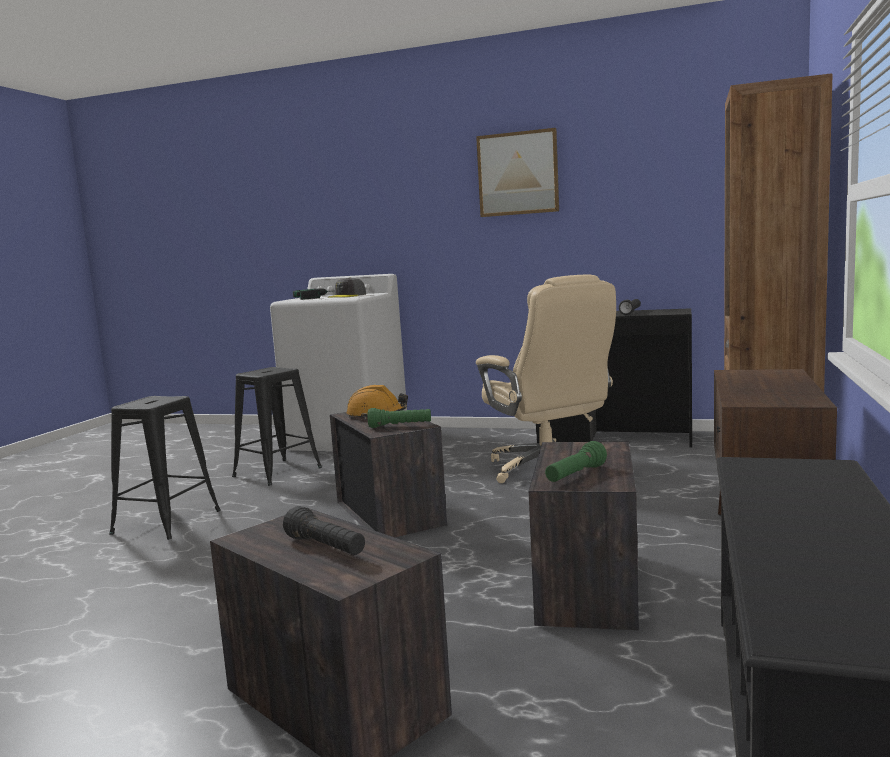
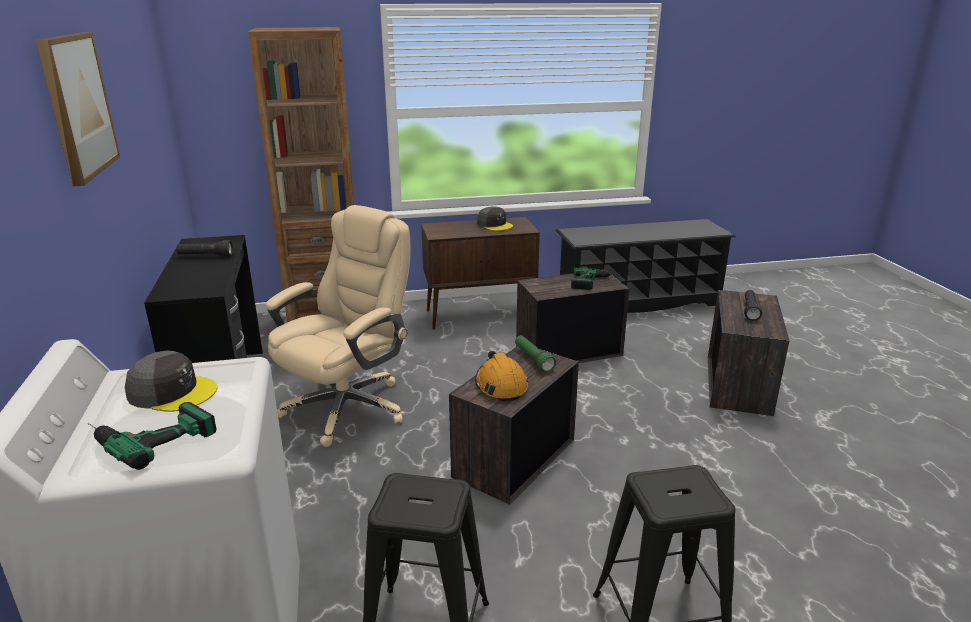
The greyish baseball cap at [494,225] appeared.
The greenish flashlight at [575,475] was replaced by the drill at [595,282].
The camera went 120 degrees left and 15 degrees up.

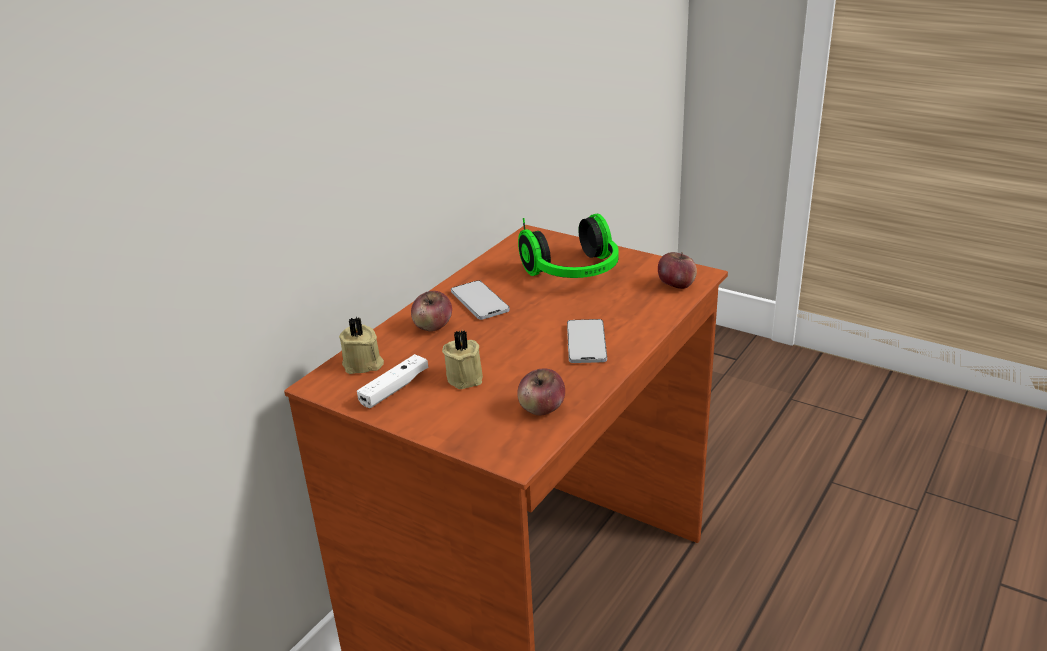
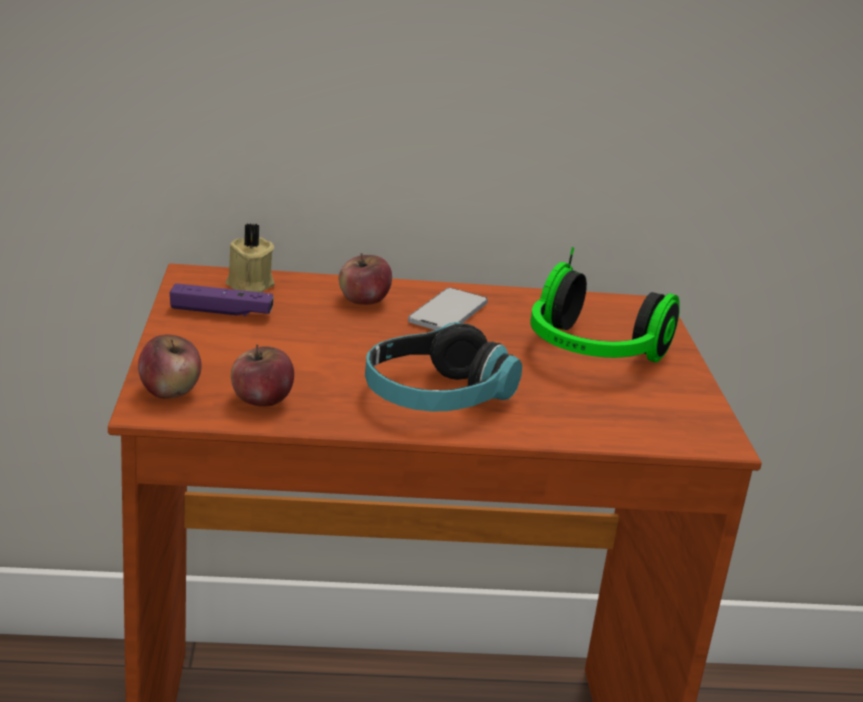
The apple moved from [676,285] to [170,391].
The whitish joypad at [394,388] became the purplish joypad at [221,312].
The handset at [586,342] was replaced by the pair of headphones at [435,396].
The beige candle at [466,377] disappeared.
The camera went 50 degrees right and 5 degrees down.

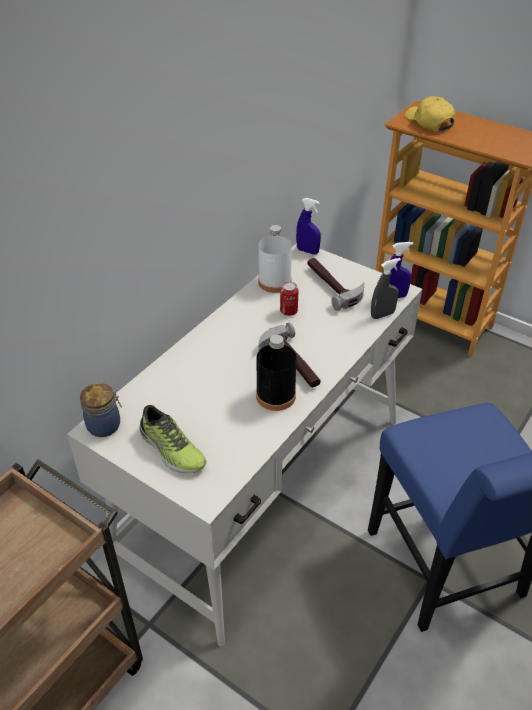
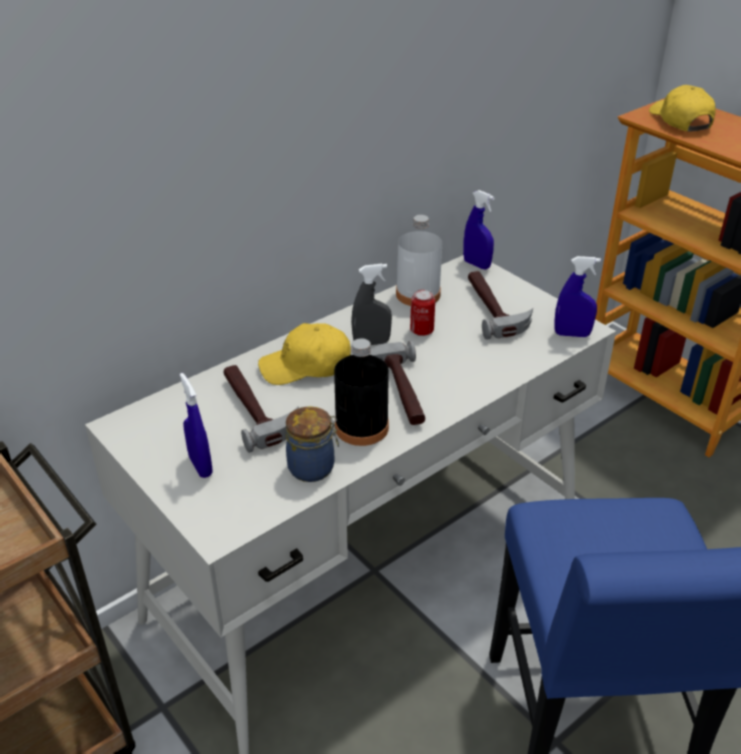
The shoe at [171,449] was replaced by the bluish hand sprayer at [200,466].
The hammer at [257,411] appeared.
The yellowish baseball cap at [306,366] appeared.
The storage jar moved from [105,425] to [313,467].
The greyish hand sprayer moved from [382,315] to [371,343].
The camera went 15 degrees right and 5 degrees down.

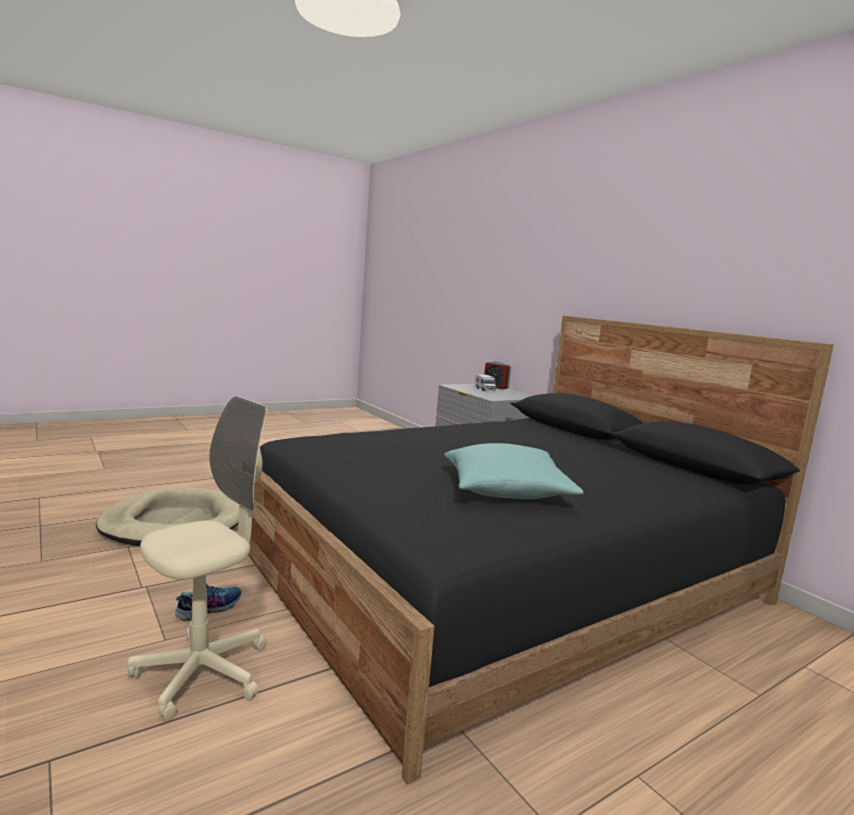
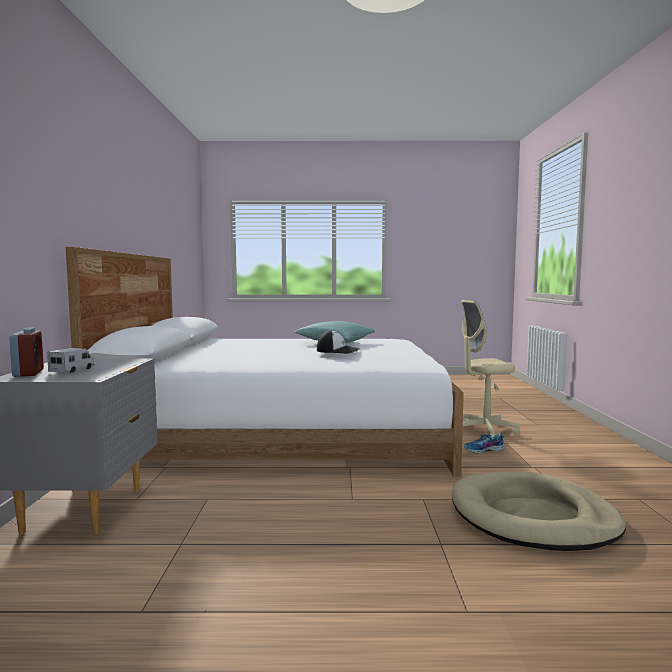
The blackish bedroom bed at [507,578] became the whitish bedroom bed at [283,433].
The baseball cap at [338,351] appeared.
The camera went 145 degrees left and 5 degrees down.

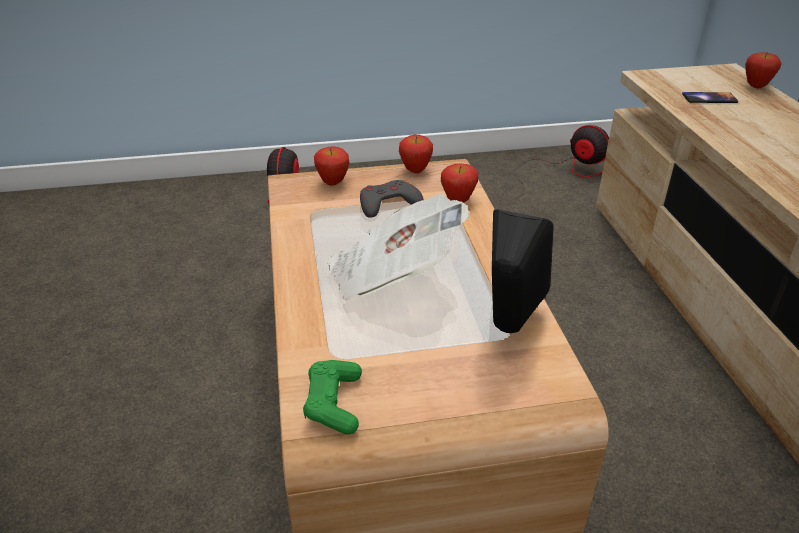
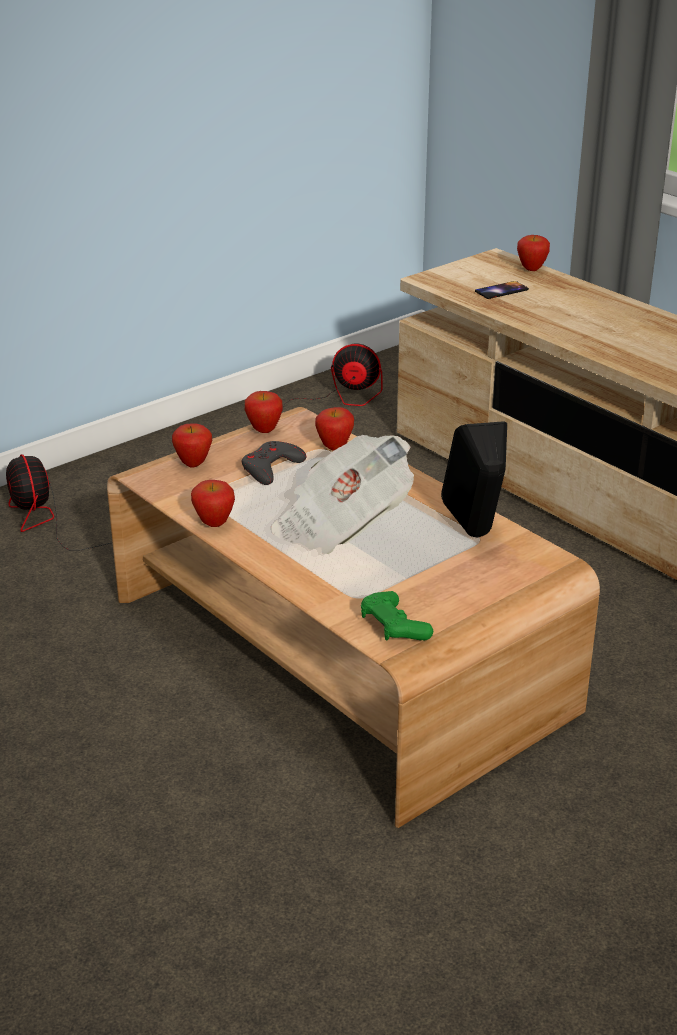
The apple at [214,524] appeared.
The camera went 30 degrees left and 5 degrees down.

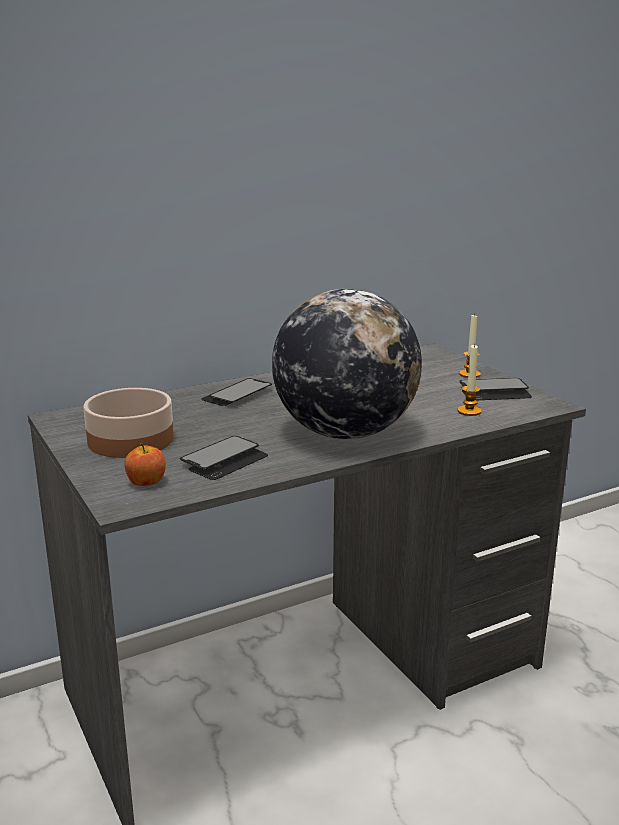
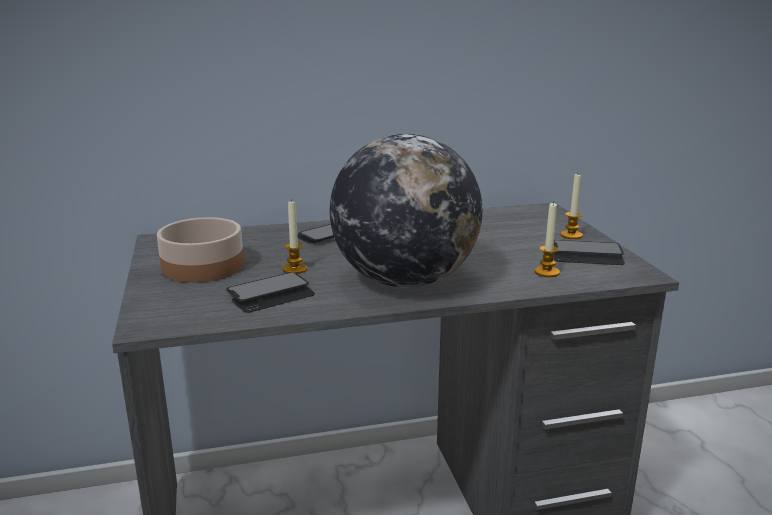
The candle at [295,269] appeared.
The apple at [146,482] disappeared.
The camera went 15 degrees right and 0 degrees up.

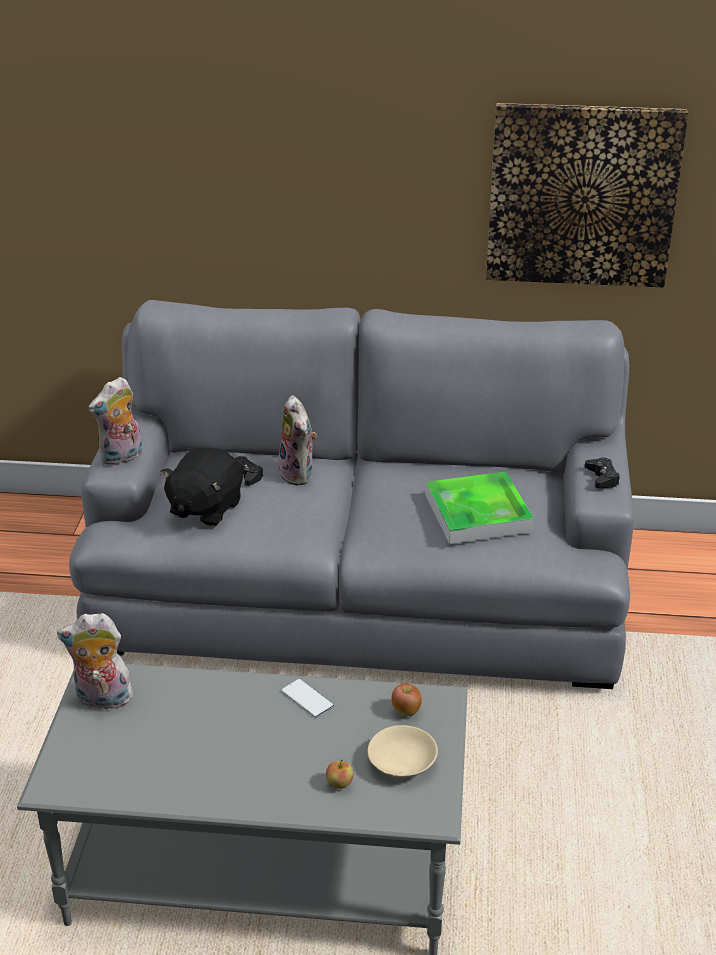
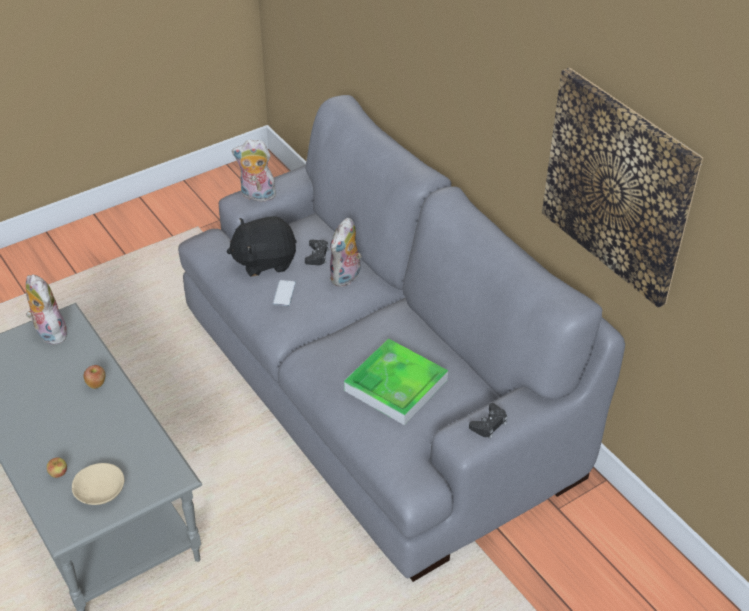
The apple moved from [406,711] to [96,384].
The handset moved from [307,698] to [284,293].
The camera went 50 degrees right and 10 degrees up.

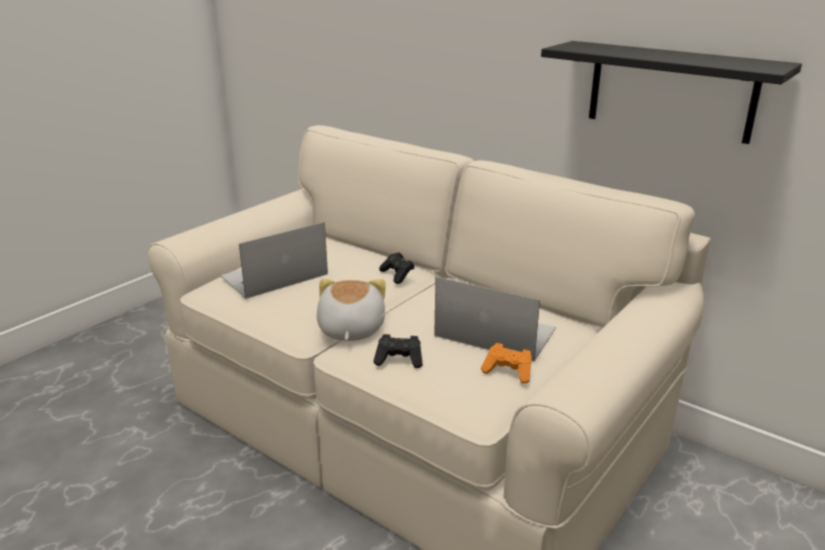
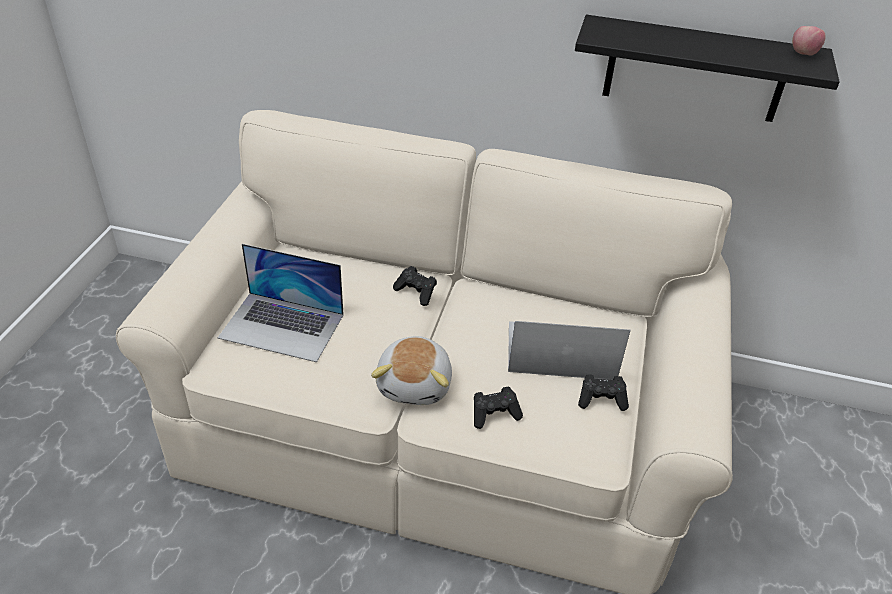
The laptop at [274,275] turned 105 degrees counterclockwise.
The soft toy at [350,330] turned 150 degrees counterclockwise.
The orange-coloured joypad at [508,372] became the blackish joypad at [601,399].
The apple at [803,54] appeared.
The camera went 25 degrees left and 15 degrees up.

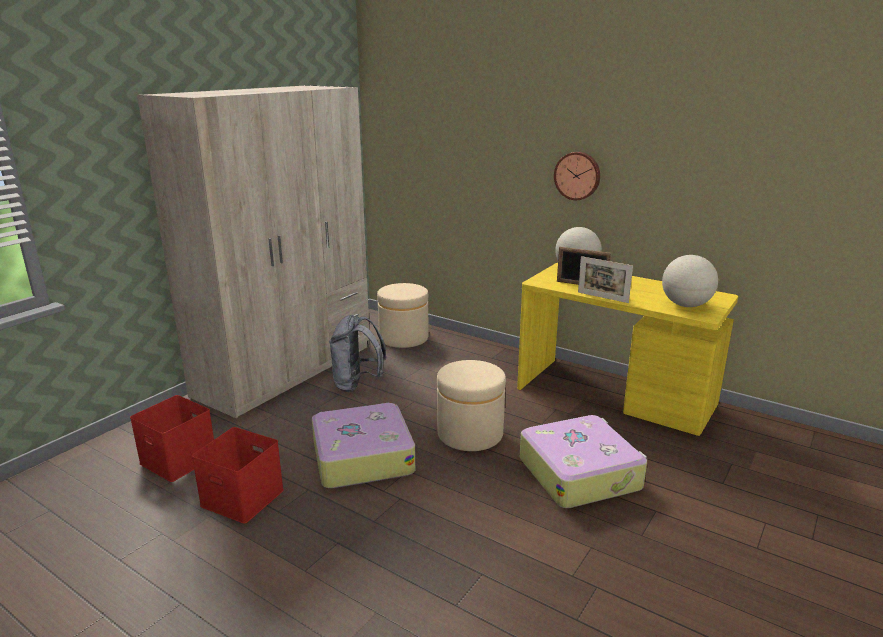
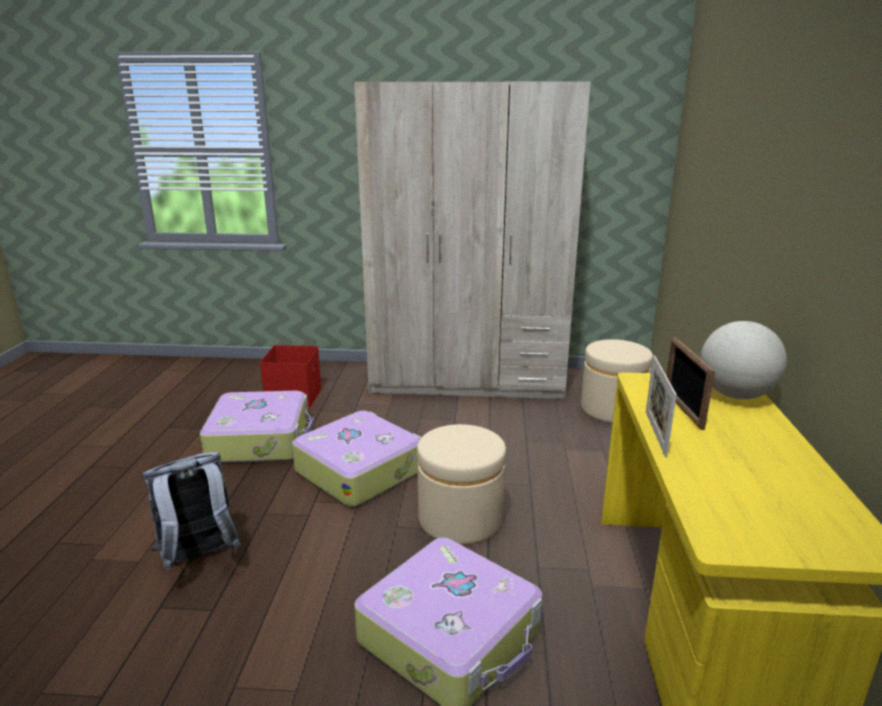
The greyish rucksack moved from [357,384] to [199,559].
The red-coloured storage container at [240,498] was replaced by the suitcase at [260,439].
The clock on the wall at [577,175] disappeared.
The world globe at [685,305] disappeared.
The camera went 60 degrees right and 0 degrees up.

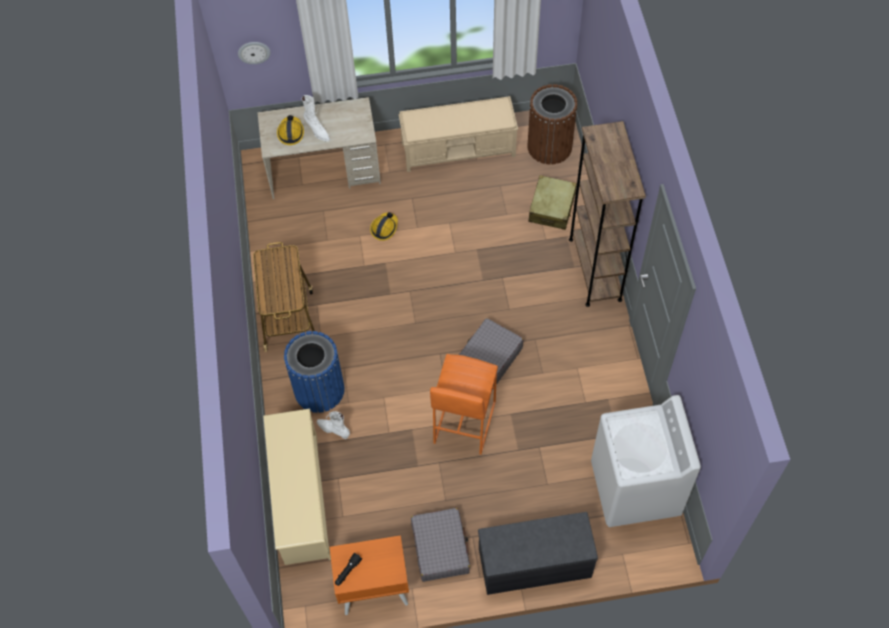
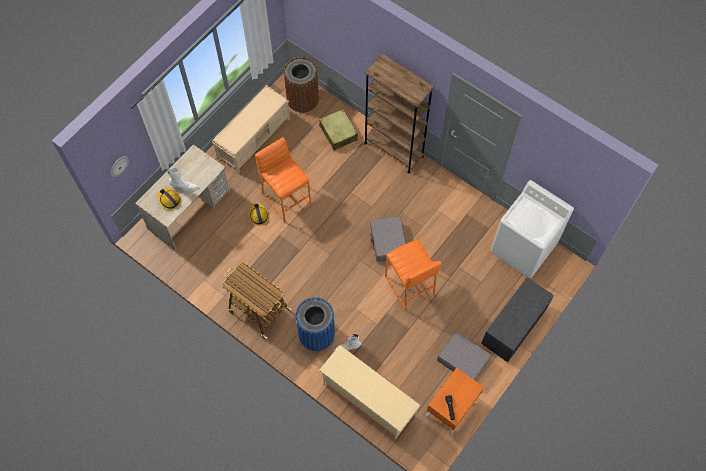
The orange-coloured stool seat at [287,198] appeared.
The camera went 45 degrees left and 5 degrees up.

